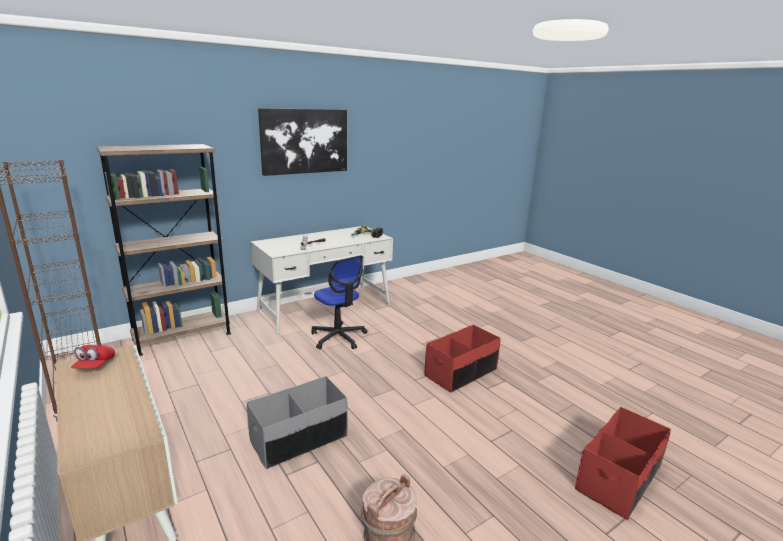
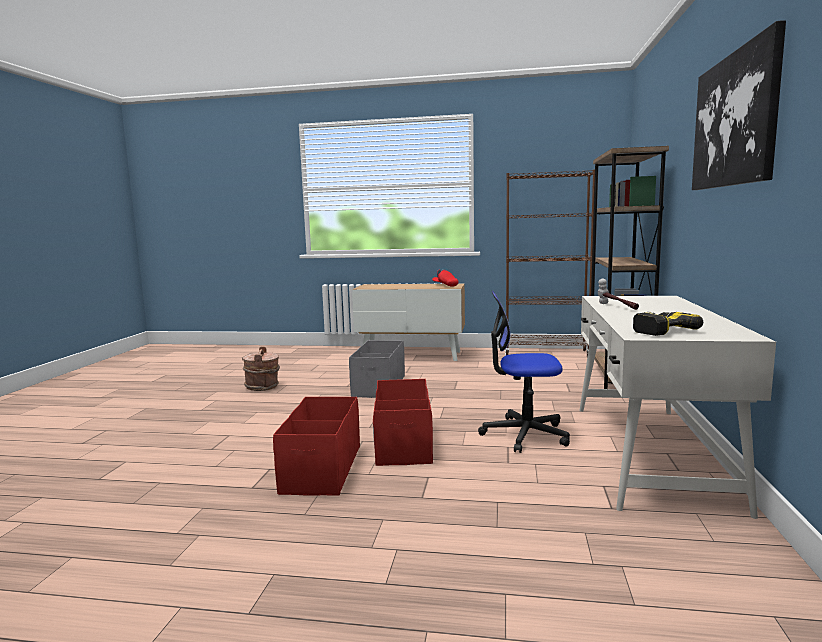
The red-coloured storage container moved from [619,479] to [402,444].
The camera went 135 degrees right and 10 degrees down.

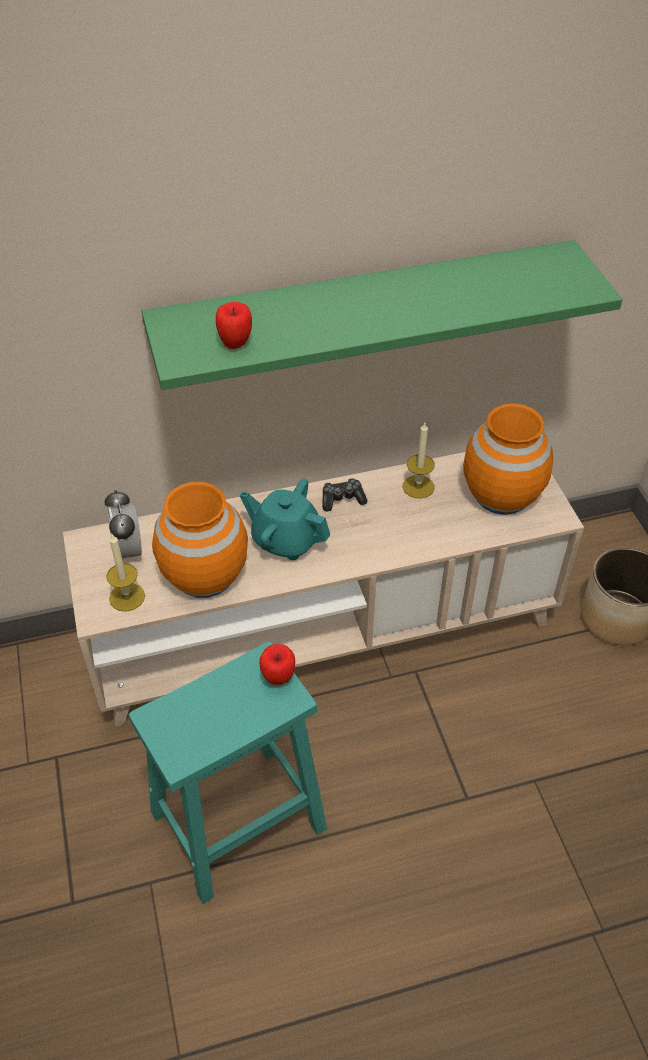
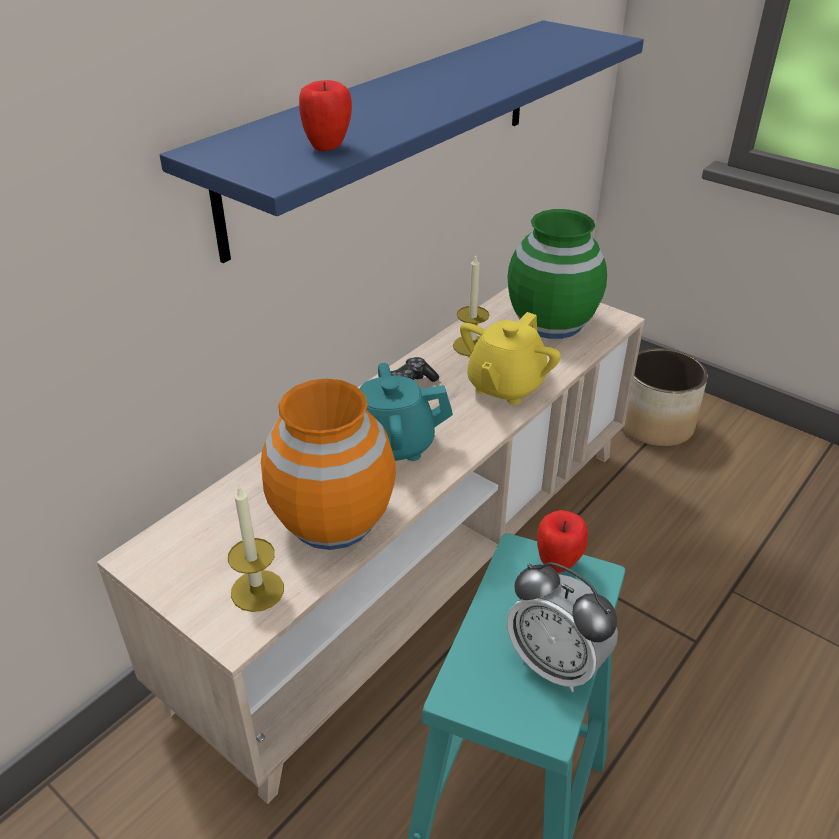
The greenish wall shelf at [365,311] became the bluish wall shelf at [390,129].
The yellowish pot for tea at [505,386] appeared.
The orange-coloured decorative vase at [501,495] became the greenish decorative vase at [551,323].
The alarm clock moved from [128,550] to [555,664].
The camera went 35 degrees left and 10 degrees down.

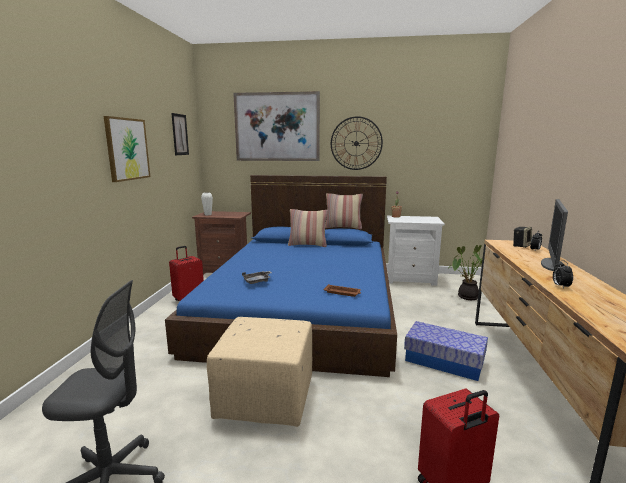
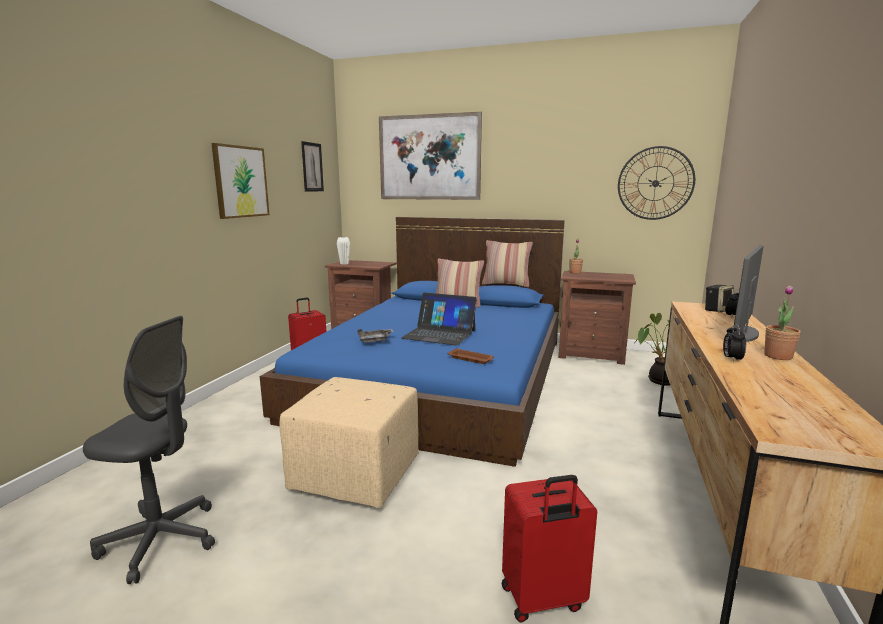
The laptop at [439,334] appeared.
The whitish nightstand at [410,278] became the brown-coloured nightstand at [592,354].
The clock on the wall moved from [356,143] to [655,183].
The plant in a pot at [778,356] appeared.
The storage container at [444,361] disappeared.
The camera went 10 degrees right and 0 degrees up.

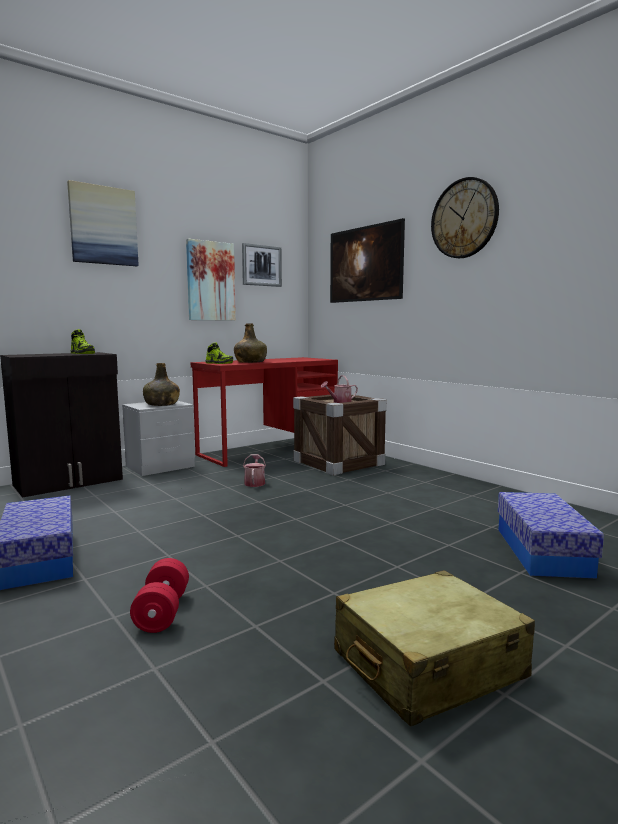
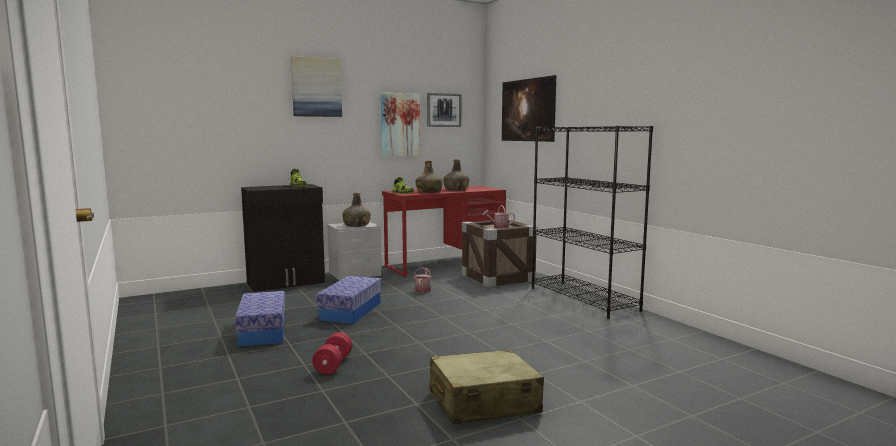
The storage container moved from [542,551] to [351,311].
The greenish beverage bottle at [456,190] appeared.
The blackish shelving unit at [584,299] appeared.
The clock on the wall at [464,218] disappeared.
The camera went 10 degrees right and 0 degrees up.

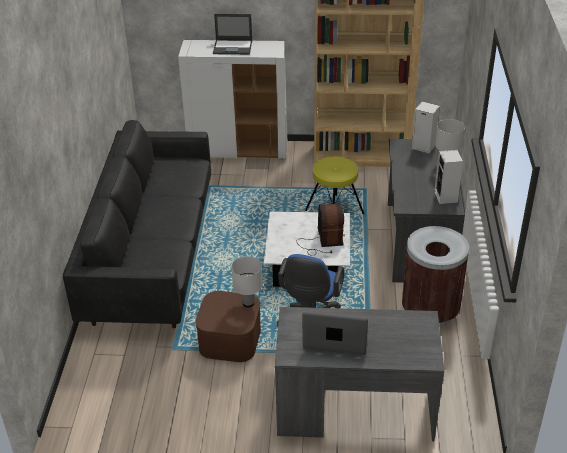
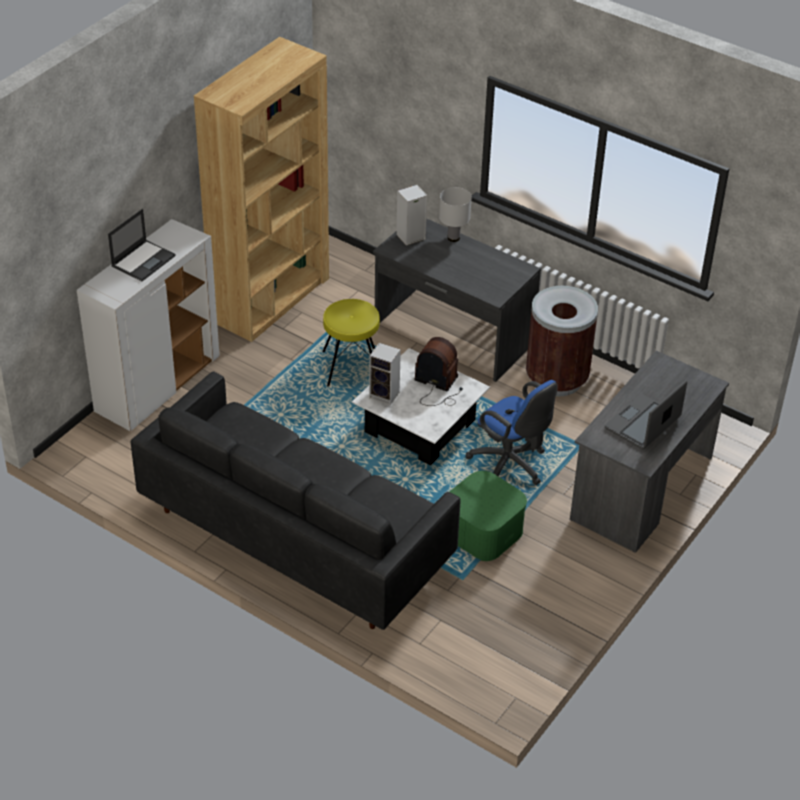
The loudspeaker moved from [446,197] to [385,395].
The brown-coloured storage container at [230,339] became the greenish storage container at [483,530].
The whitish table lamp at [248,303] disappeared.
The camera went 60 degrees left and 5 degrees up.

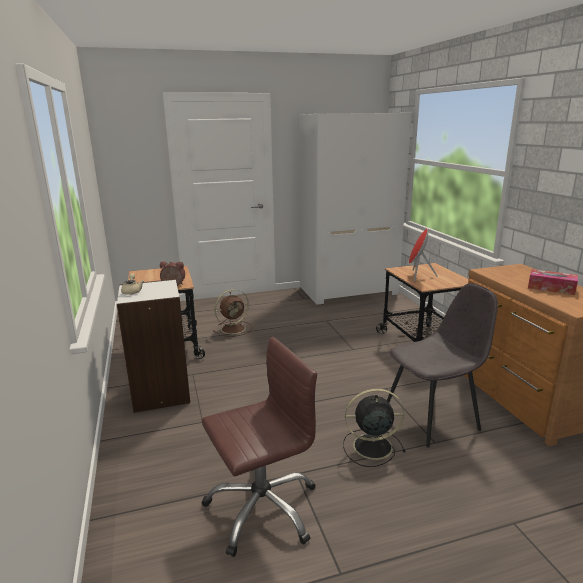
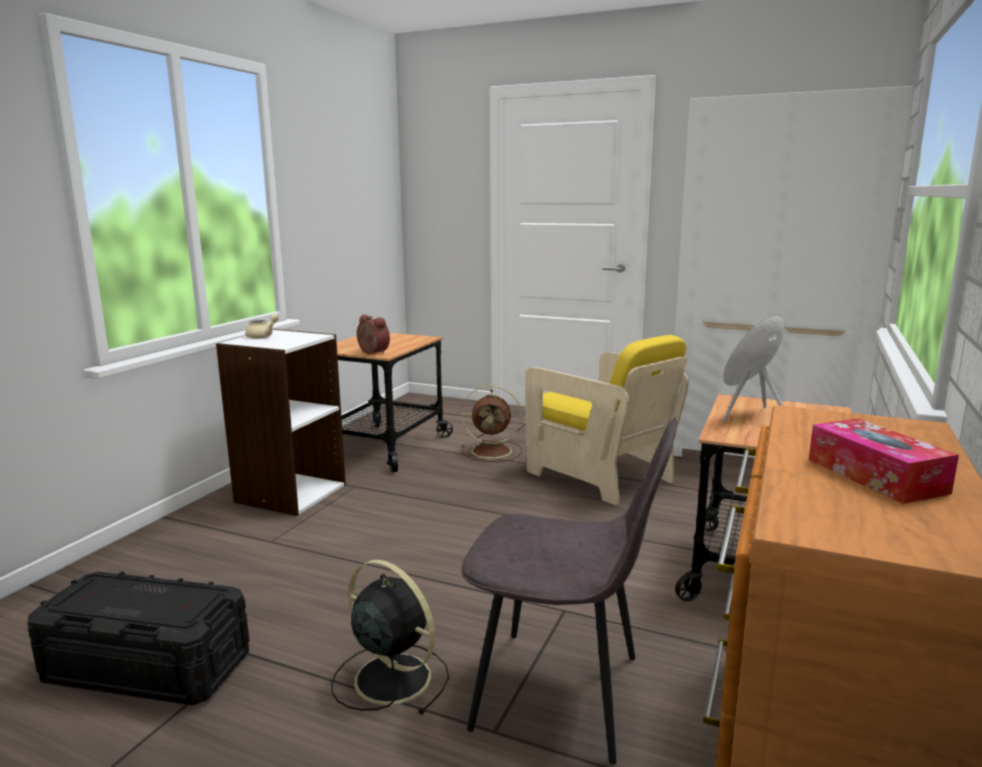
The brown-coloured office chair at [262,508] was replaced by the blackish storage container at [148,668].
The yellowish easy chair at [600,475] appeared.
The camera went 40 degrees right and 5 degrees down.

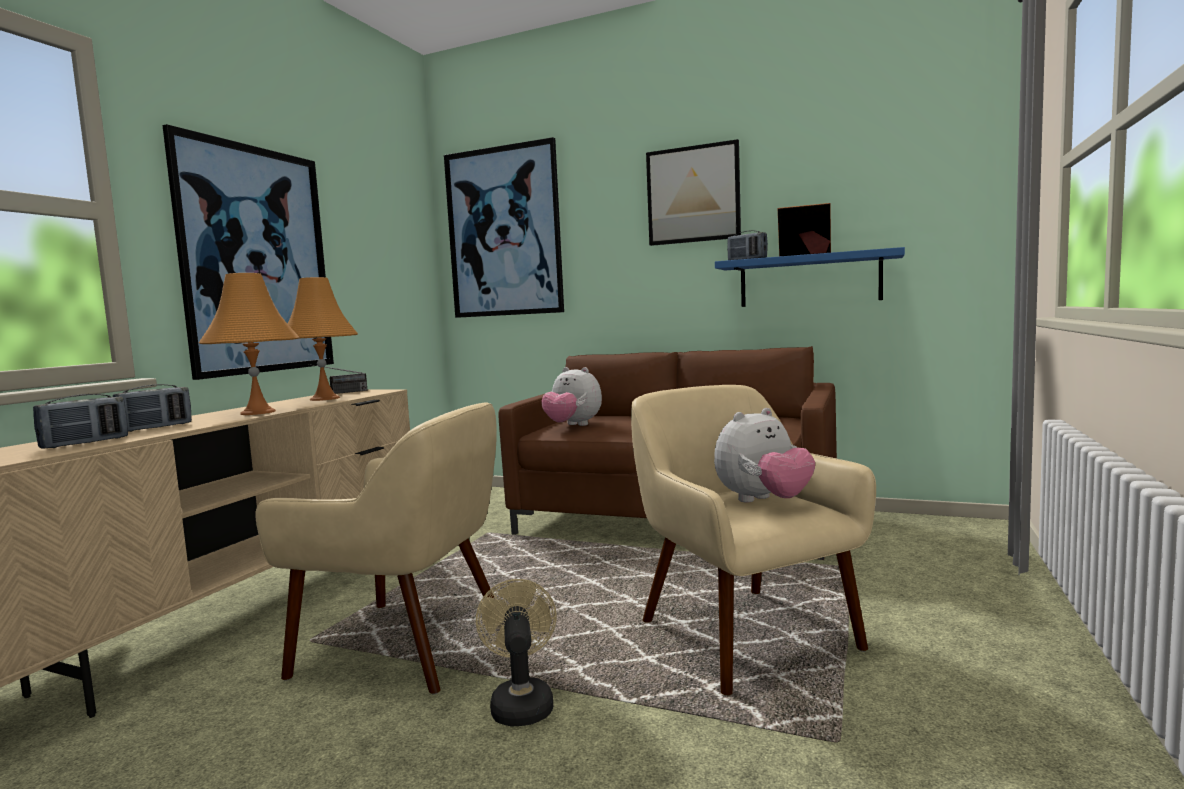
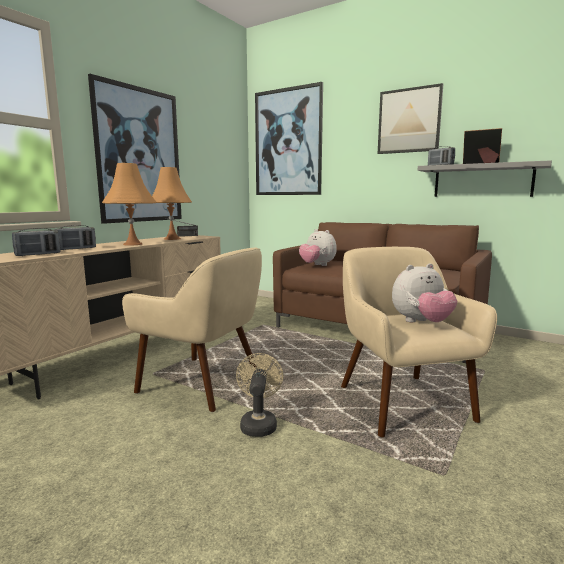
The bluish wall shelf at [809,280] became the greyish wall shelf at [482,181].
The camera went 10 degrees right and 5 degrees up.

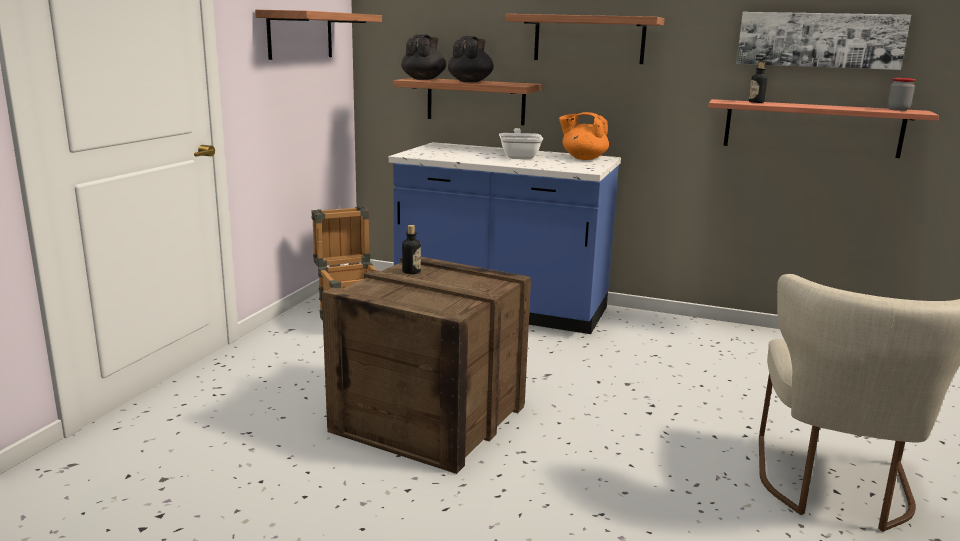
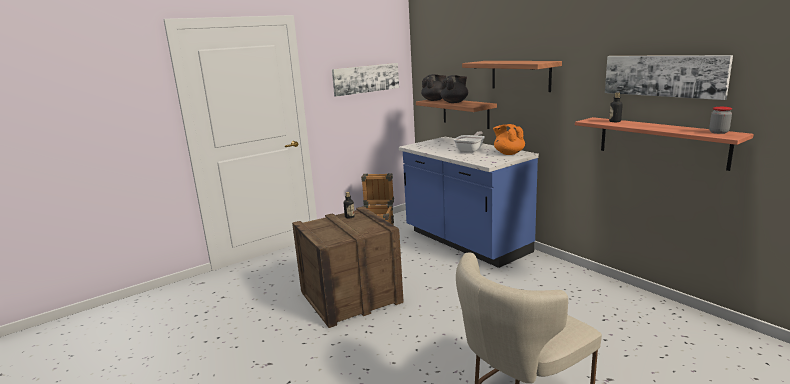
The wall shelf at [300,35] was replaced by the wall picture at [366,79].
The camera went 35 degrees right and 0 degrees up.

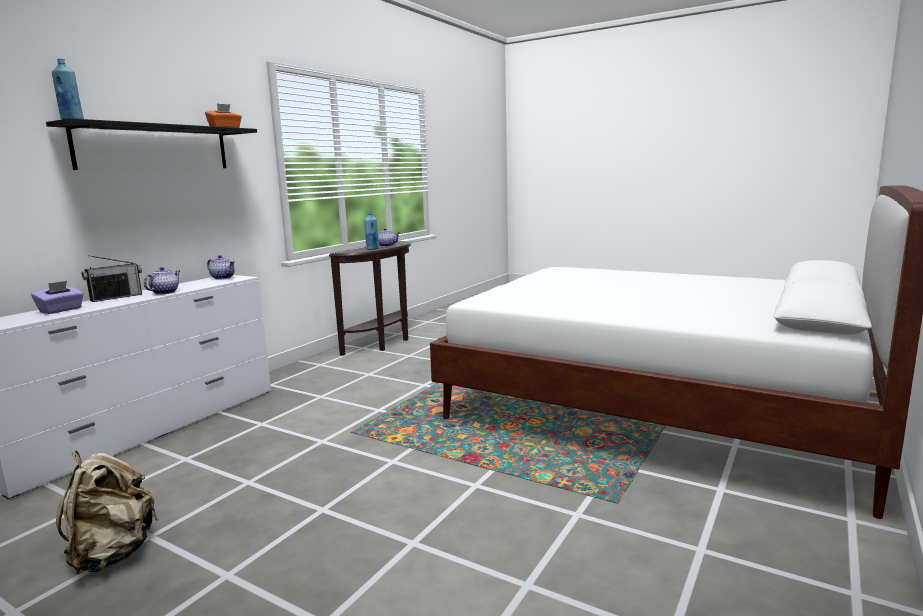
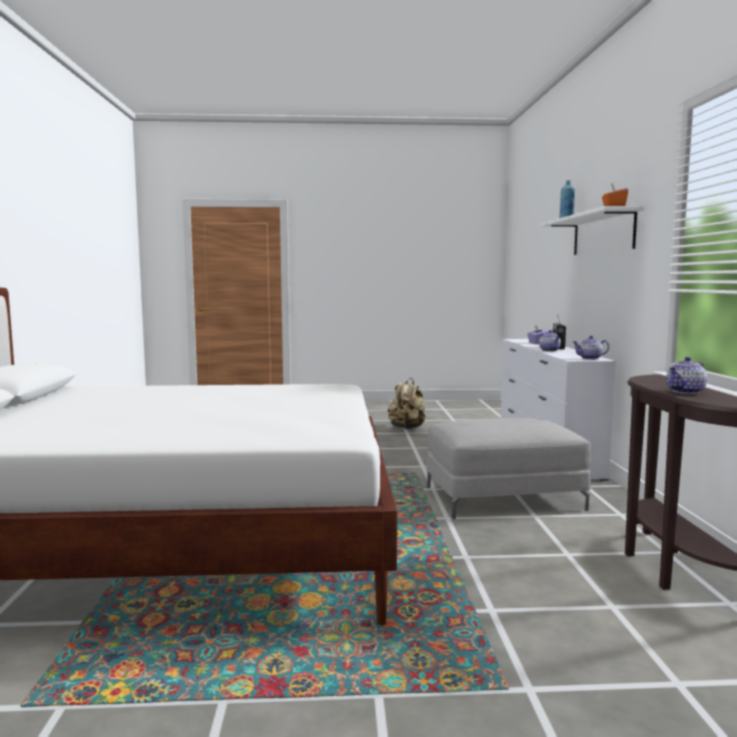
The greyish pouffe at [503,497] appeared.
The blackish wall shelf at [154,148] became the whitish wall shelf at [602,234].
The bluish beverage bottle at [372,249] disappeared.
The camera went 145 degrees right and 5 degrees down.

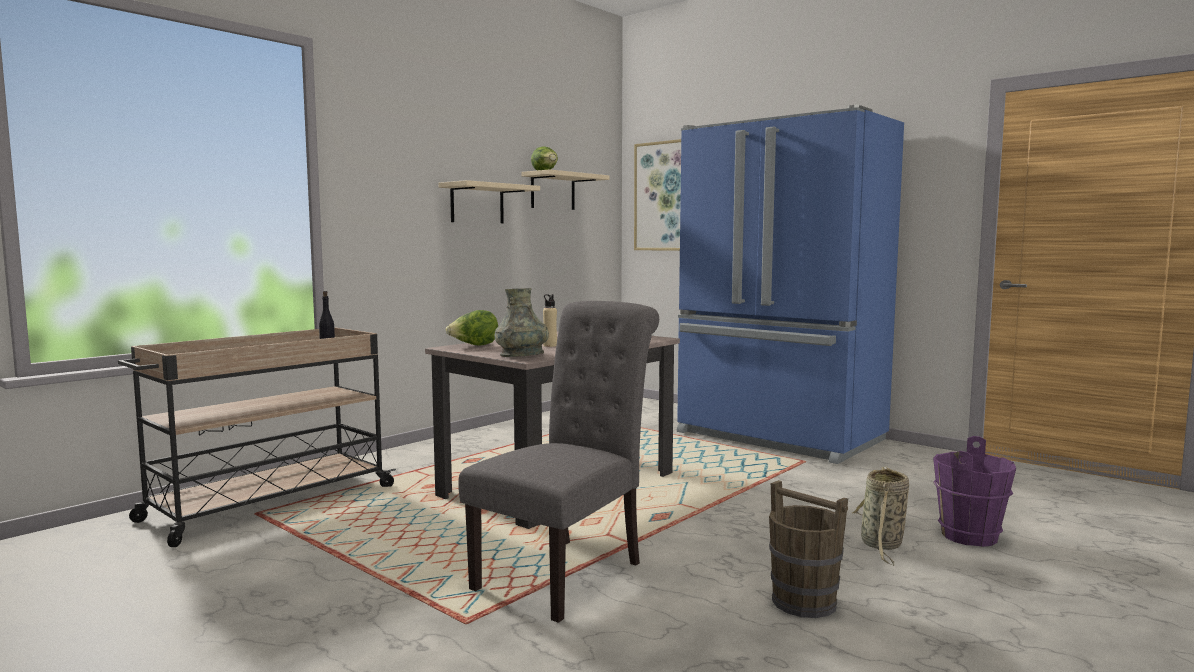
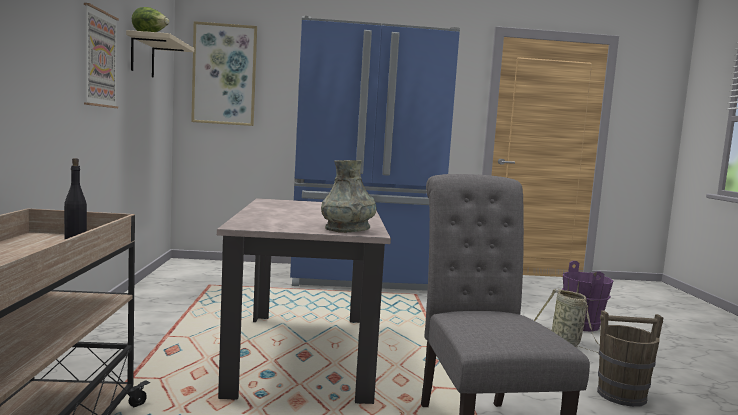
The beige wall shelf at [477,204] was replaced by the wall picture at [99,59].
The lettuce at [474,345] disappeared.
The beige beverage bottle at [550,345] disappeared.
The camera went 45 degrees left and 0 degrees up.

